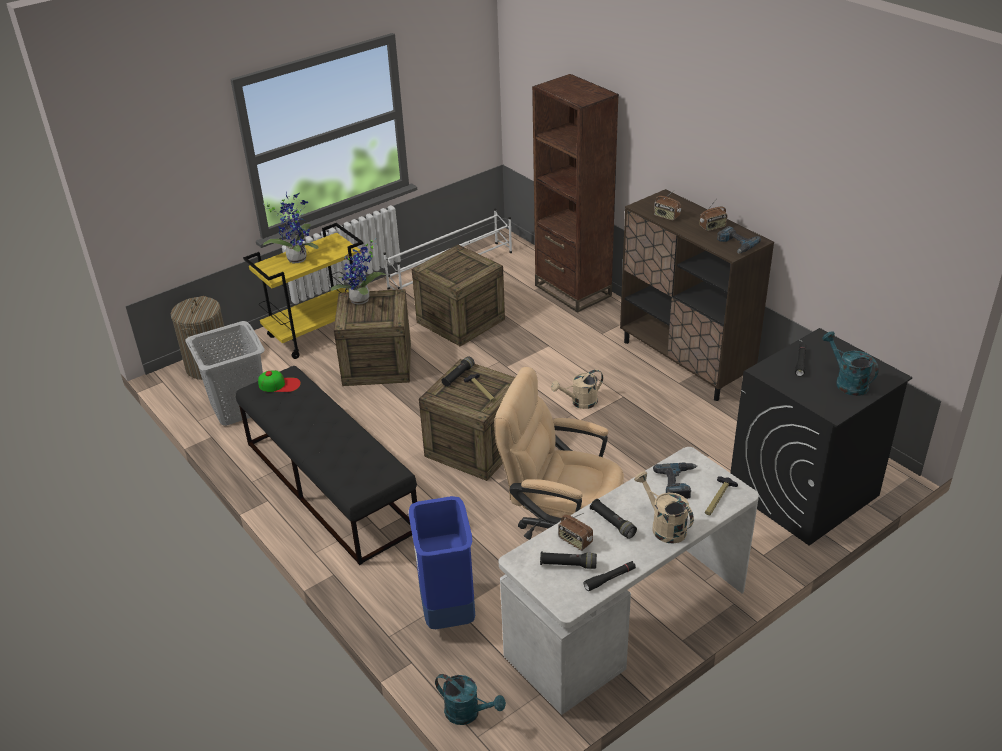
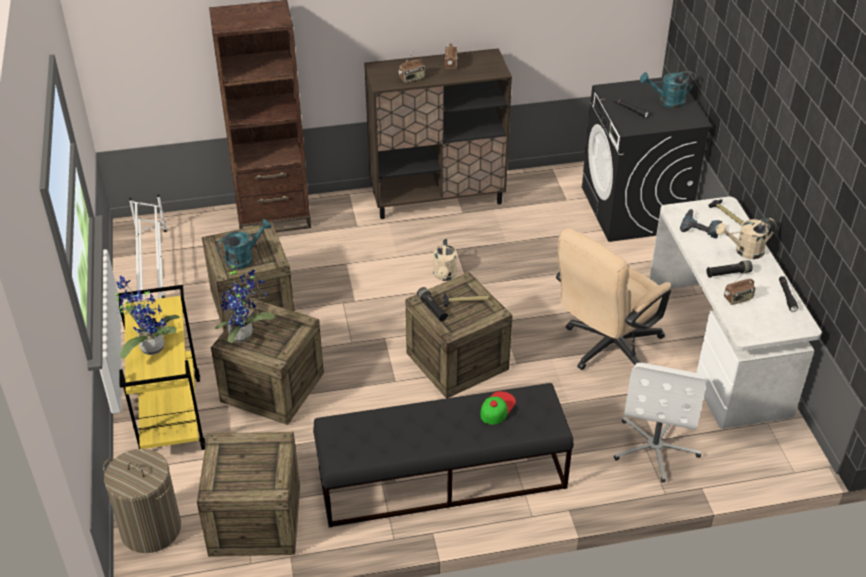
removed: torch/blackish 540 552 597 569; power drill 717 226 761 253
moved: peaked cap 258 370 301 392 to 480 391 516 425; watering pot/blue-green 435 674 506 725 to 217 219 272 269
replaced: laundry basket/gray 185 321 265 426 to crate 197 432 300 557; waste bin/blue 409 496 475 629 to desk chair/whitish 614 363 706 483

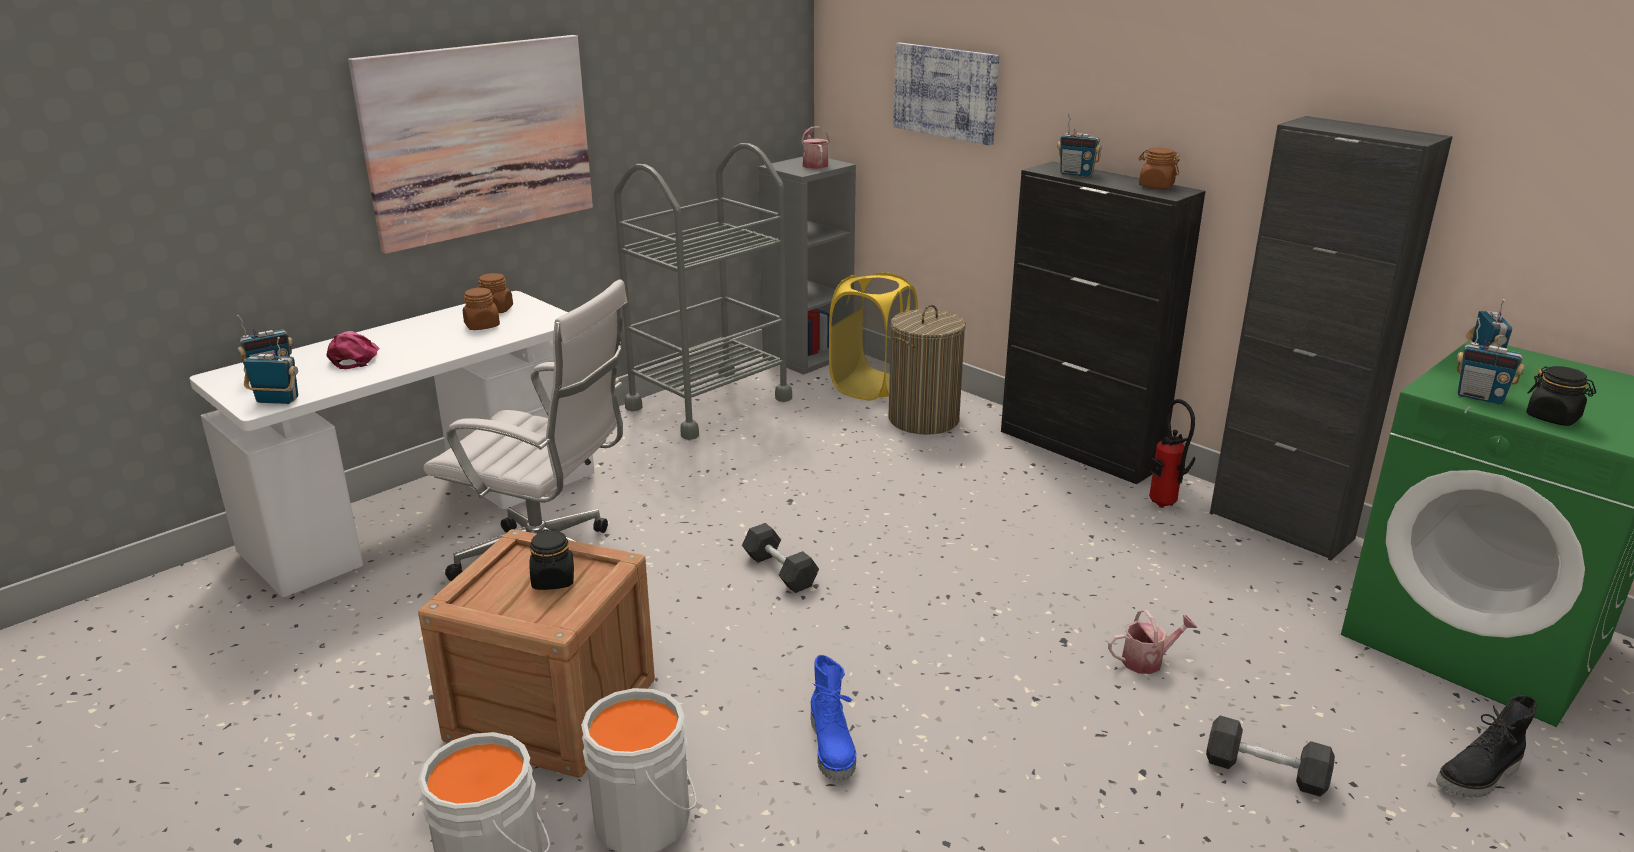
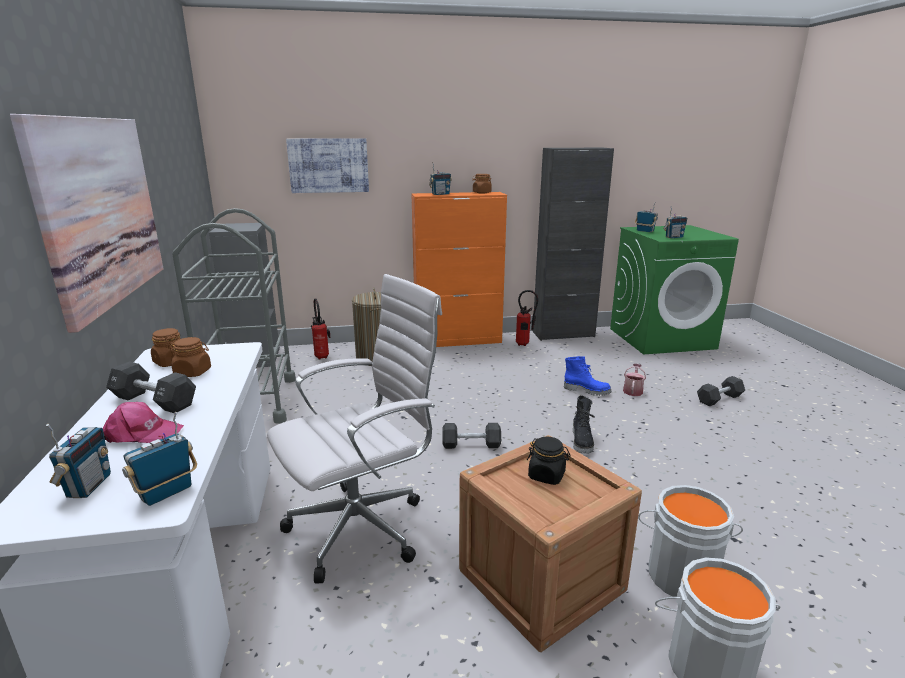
removed: watering pot 801 126 830 169; preserve jar/blackish 1526 366 1596 426
added: dumbbell/blackish 106 362 196 413
moved: tall boot/blue 811 655 856 781 to 564 356 611 396; tall boot/blackish 1436 696 1537 798 to 573 395 595 454
replaced: laundry basket/yellowish 829 272 918 401 to extinguisher 311 298 330 359
recoloured: storage cabinet/blackish 1001 161 1206 484 to storage cabinet/orange-coloured 411 192 507 347
turned: peaked cap/pinkish 327 331 379 369 = 103 402 184 443 150 degrees clockwise

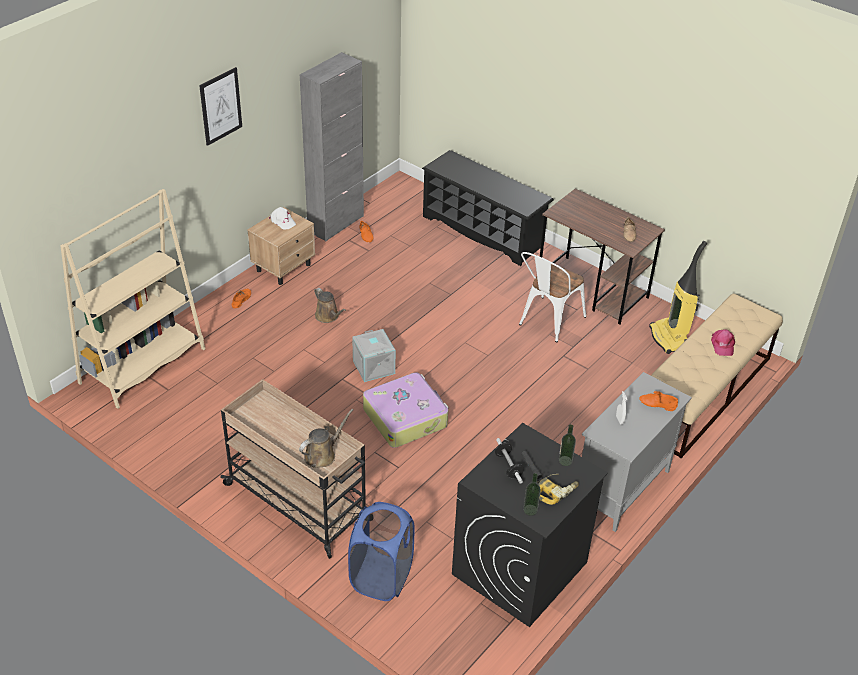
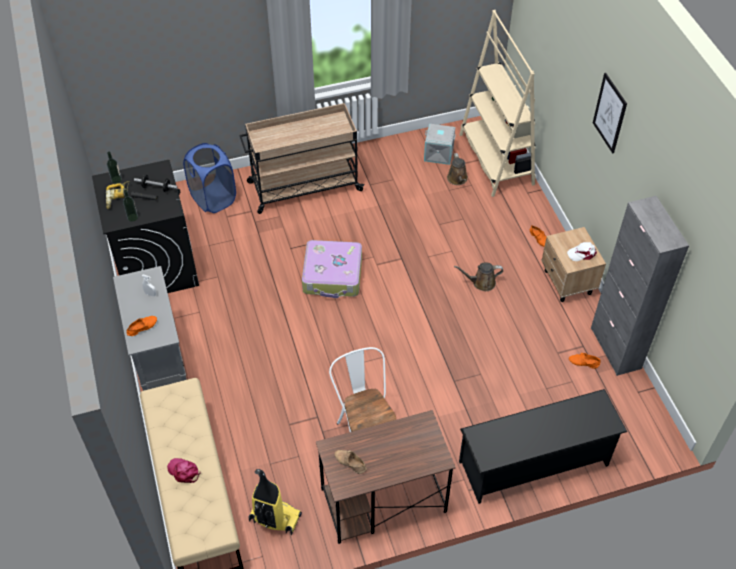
moved: watering pot/brown-coloured 299 409 354 468 to 447 153 468 185; storage box/gray 352 329 395 382 to 424 124 456 165

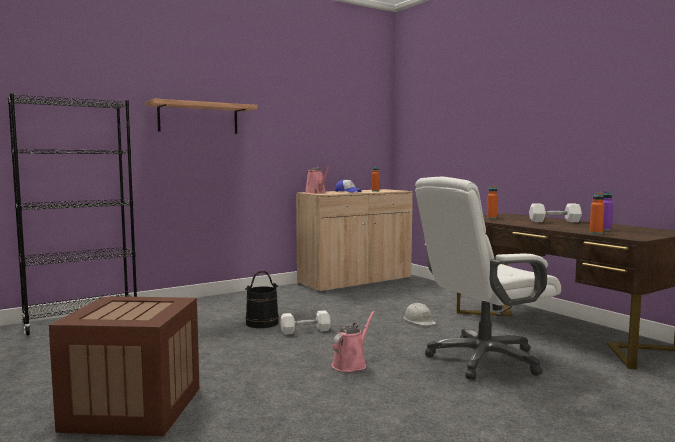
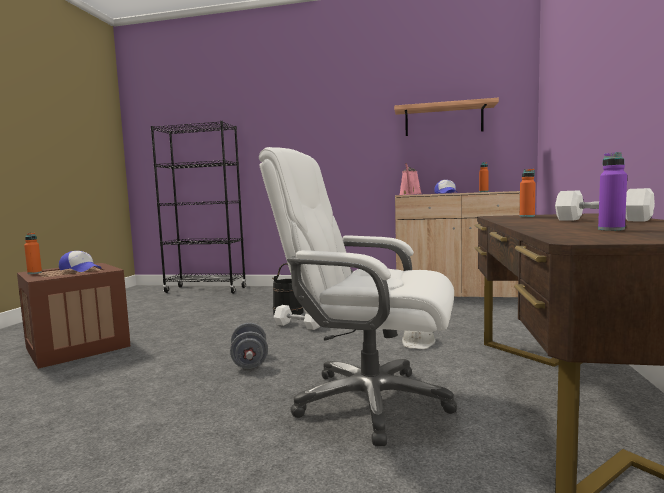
added: peaked cap 59 251 101 272
moved: bracket shelf 146 99 258 134 to 394 98 499 136; beverage bottle/orange-coloured 590 193 604 234 to 24 233 42 274
replaced: watering pot/pinkish 331 311 375 372 to dumbbell/gray 230 323 268 369

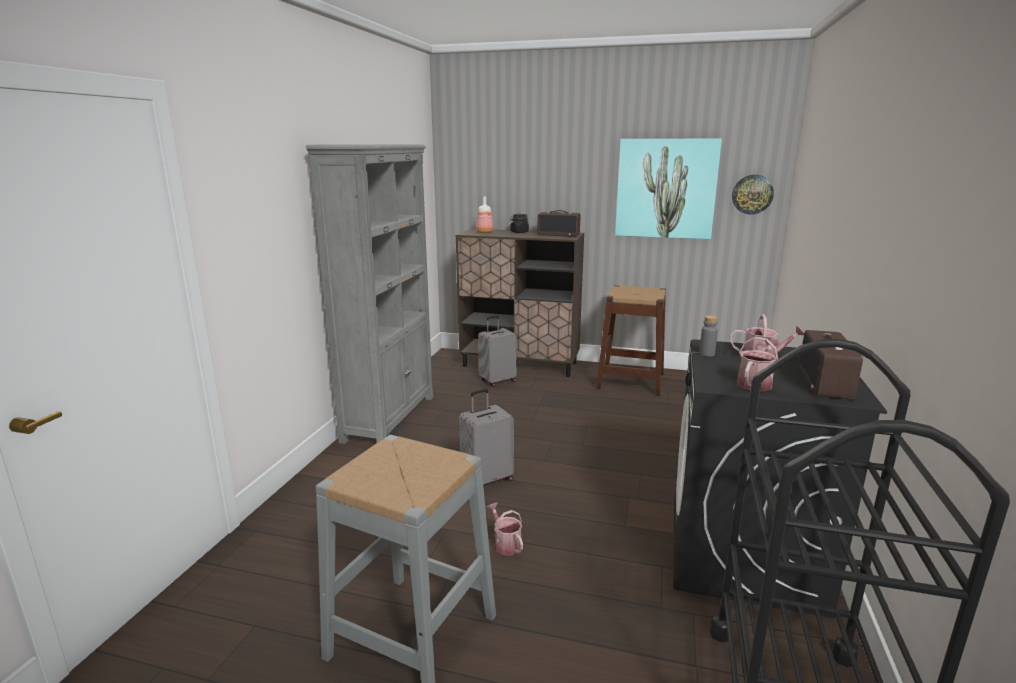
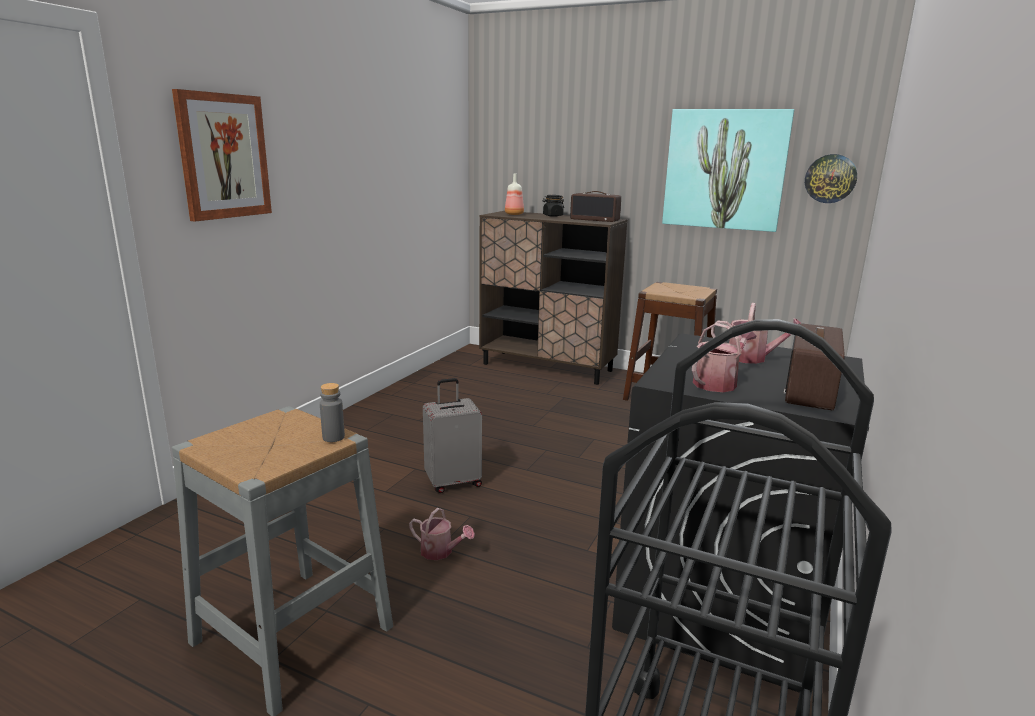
removed: bookshelf/gray 306 144 433 444; suitcase/gray 478 316 517 387
added: wall picture 172 89 272 222
moved: beverage bottle/gray 699 315 718 357 to 320 383 345 442
turned: watering pot 487 502 523 556 = 409 508 475 560 135 degrees clockwise

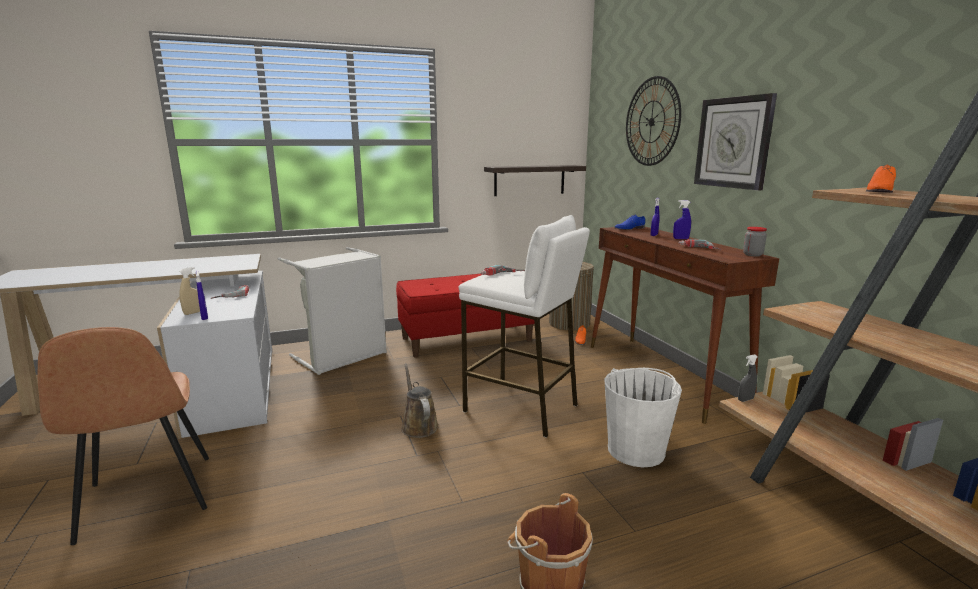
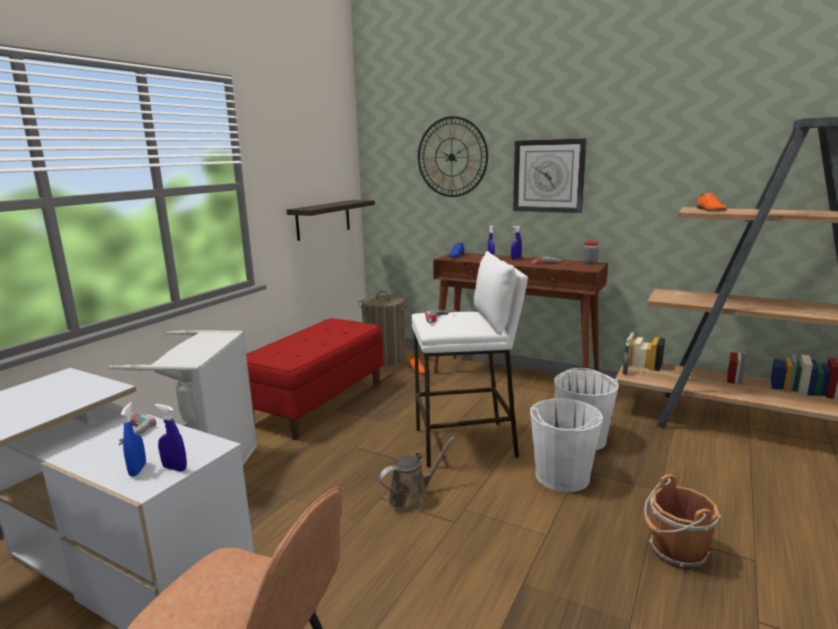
added: pail/whitish 530 398 603 492
recoloured: spray bottle/beige 179 267 200 315 to spray bottle/blue 120 402 146 476
turned: watering pot/brown-coloured 401 363 439 438 = 379 437 455 511 120 degrees clockwise

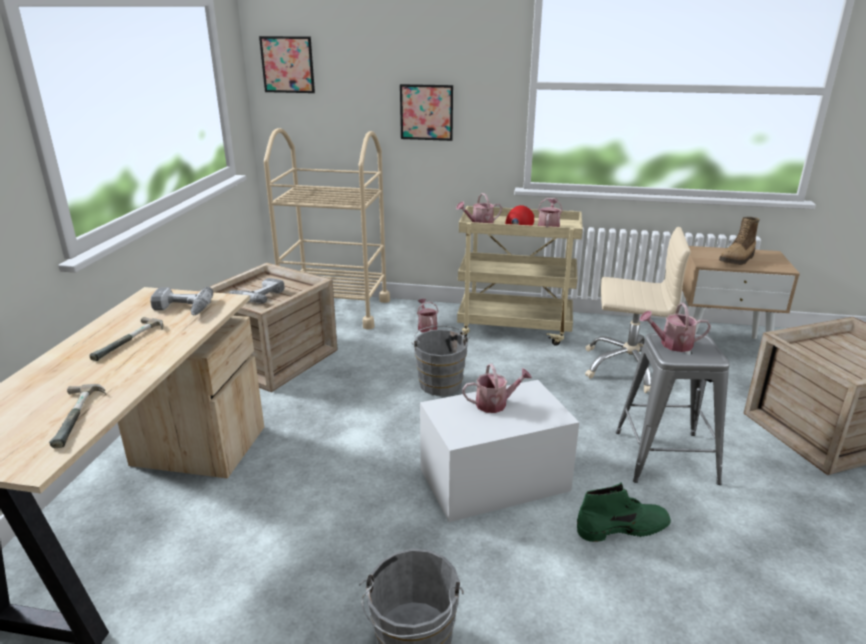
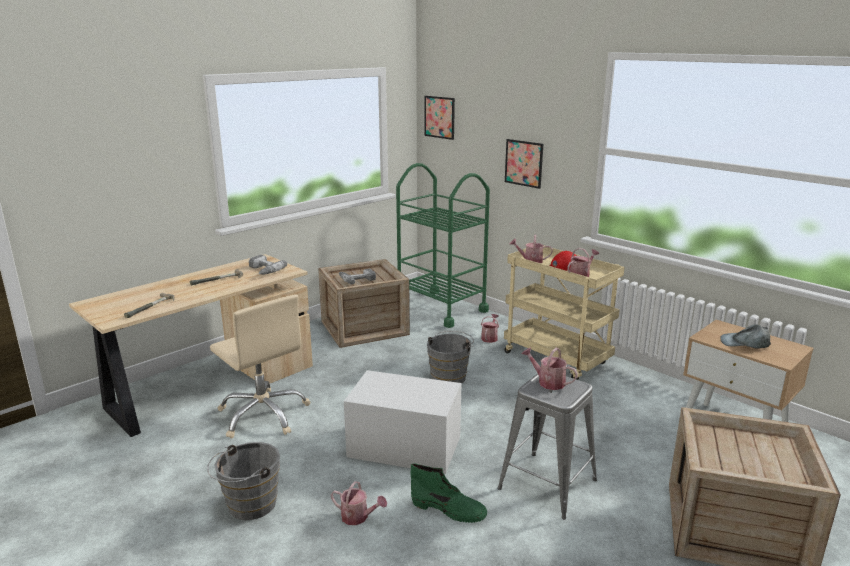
moved: watering pot 462 364 532 413 to 330 481 387 525; desk chair/beige 585 227 691 393 to 210 294 310 438
replaced: tall boot 719 217 760 265 to peaked cap/gray 720 324 771 349
recoloured: cart/beige 264 128 390 329 to cart/green-coloured 396 163 490 328

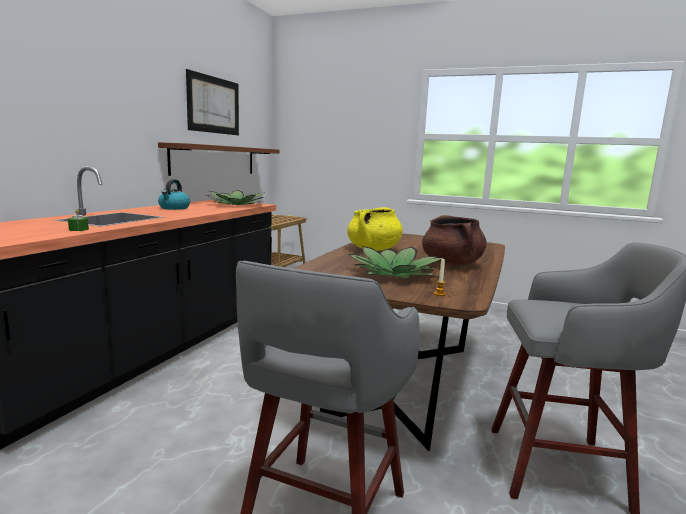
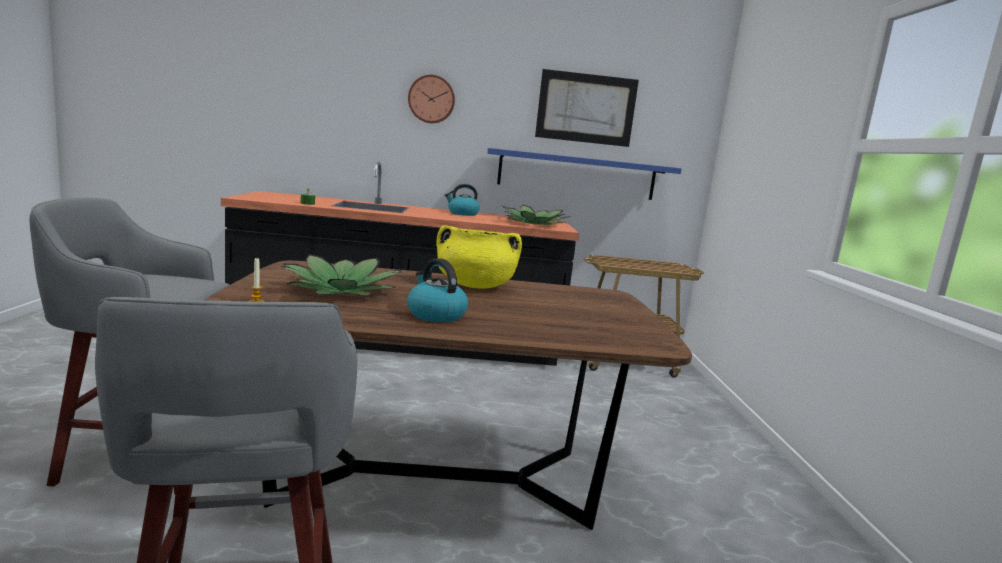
added: wall clock 408 75 455 123
replaced: cooking pot/brown-coloured 422 215 487 266 to tea kettle 407 258 468 322
recoloured: bracket shelf/brown-coloured 158 142 280 176 to bracket shelf/blue 487 148 682 200

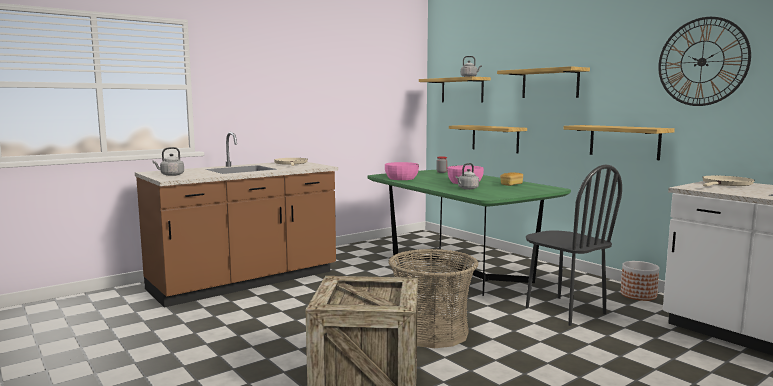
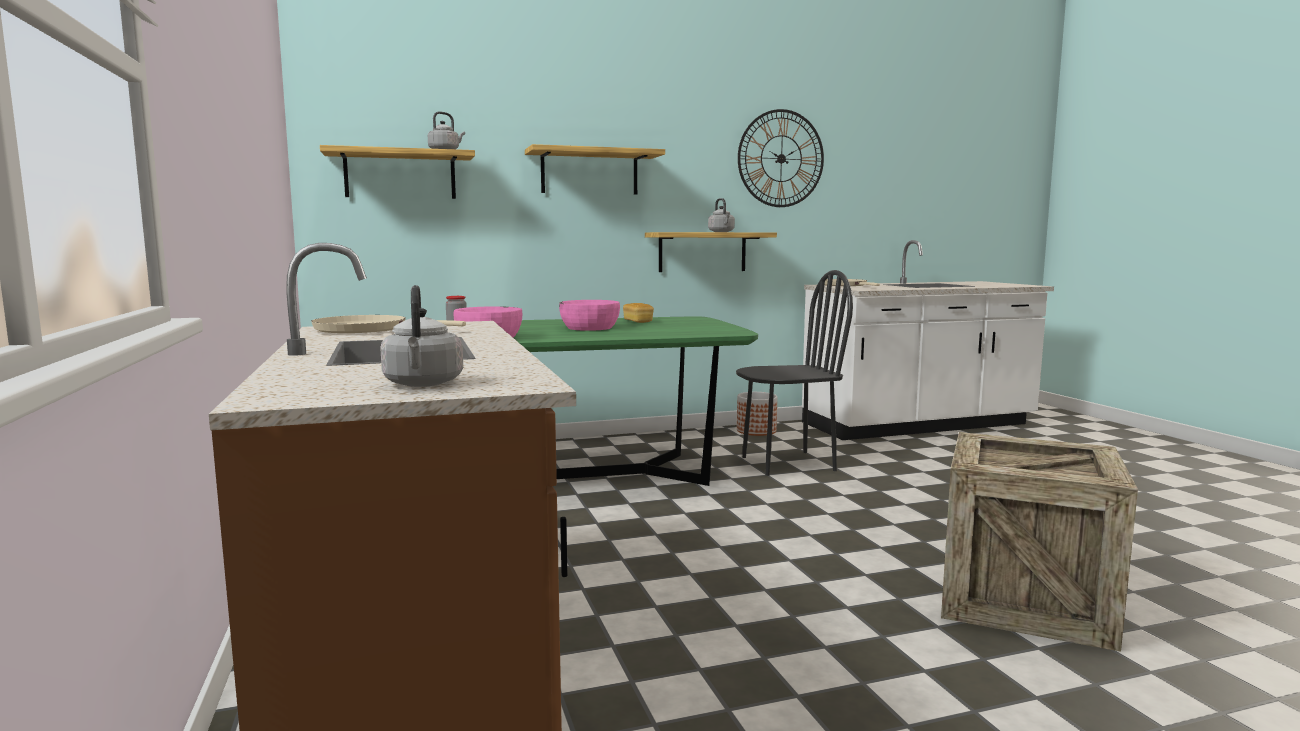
removed: storage basket 389 249 479 348; bracket shelf 449 125 527 153
moved: tea kettle/gray 456 163 479 190 to 708 198 735 232

